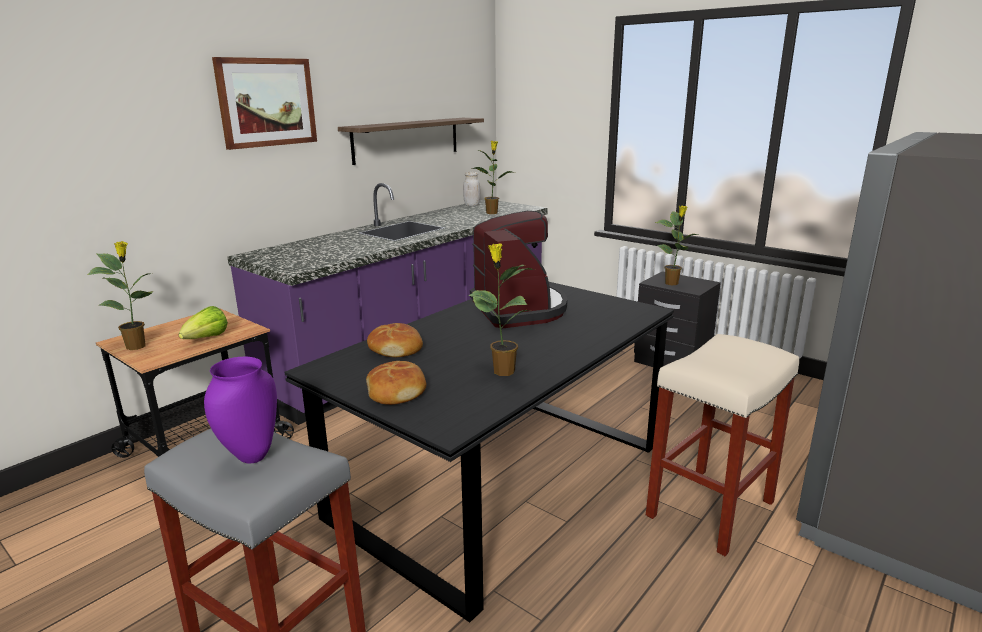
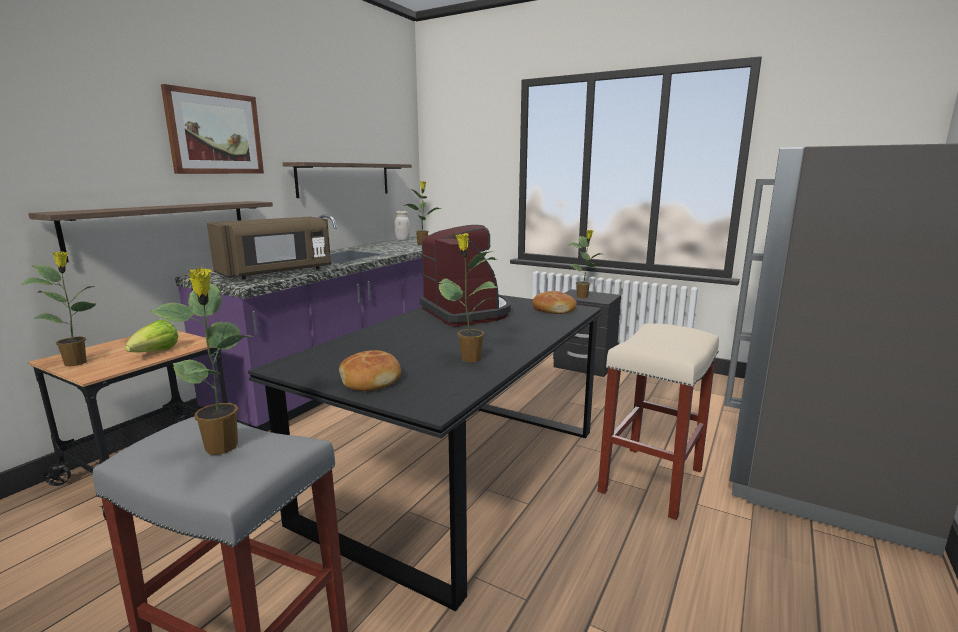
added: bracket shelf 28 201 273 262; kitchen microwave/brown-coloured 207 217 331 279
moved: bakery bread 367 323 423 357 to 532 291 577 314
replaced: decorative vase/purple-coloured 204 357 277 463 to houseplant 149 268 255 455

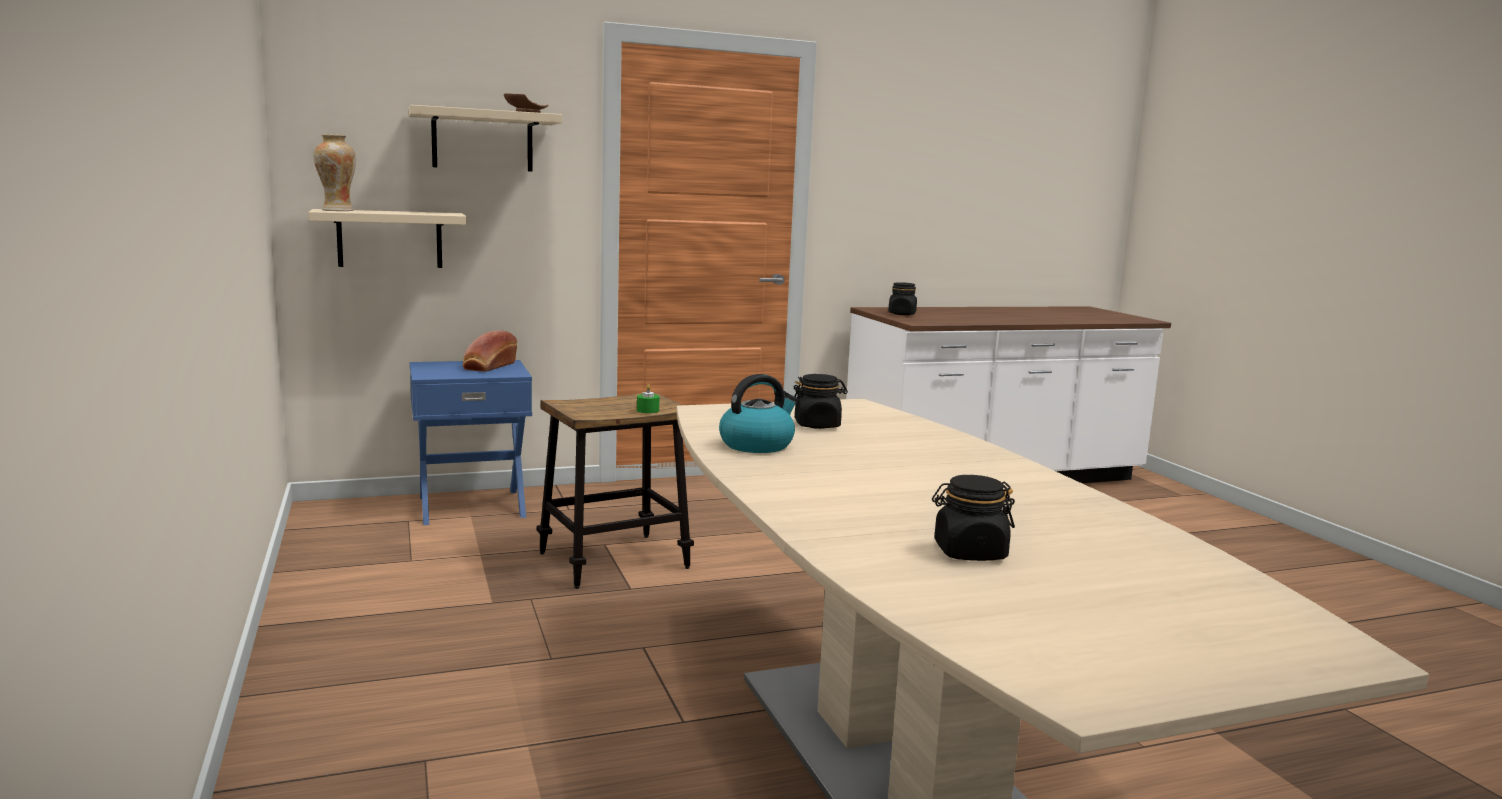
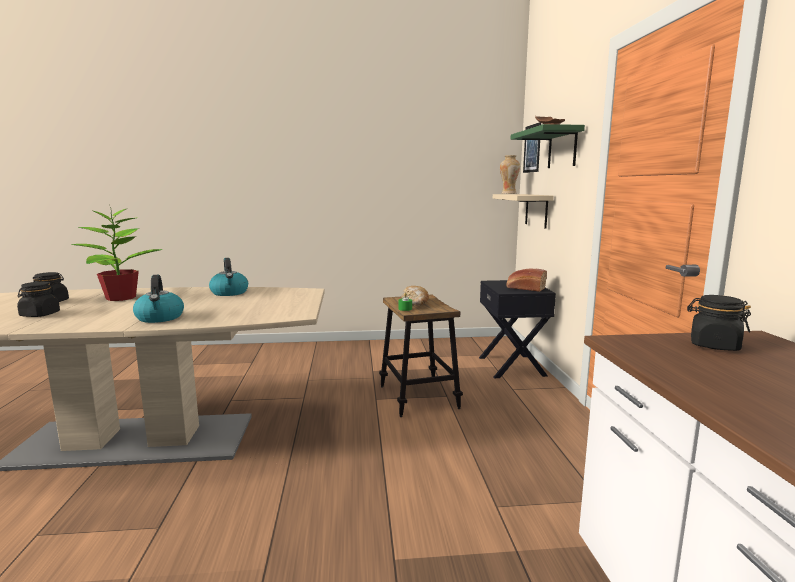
added: houseplant 71 207 163 301; tea kettle 133 275 184 323; bakery bread 401 286 429 305; wall picture 523 122 541 173
moved: preserve jar/blackish 794 374 848 429 to 17 282 60 317
recoloured: bracket shelf/beige 409 105 562 172 to bracket shelf/green-coloured 511 124 585 168; nightstand/blue 410 360 532 525 to nightstand/blackish 479 280 556 378

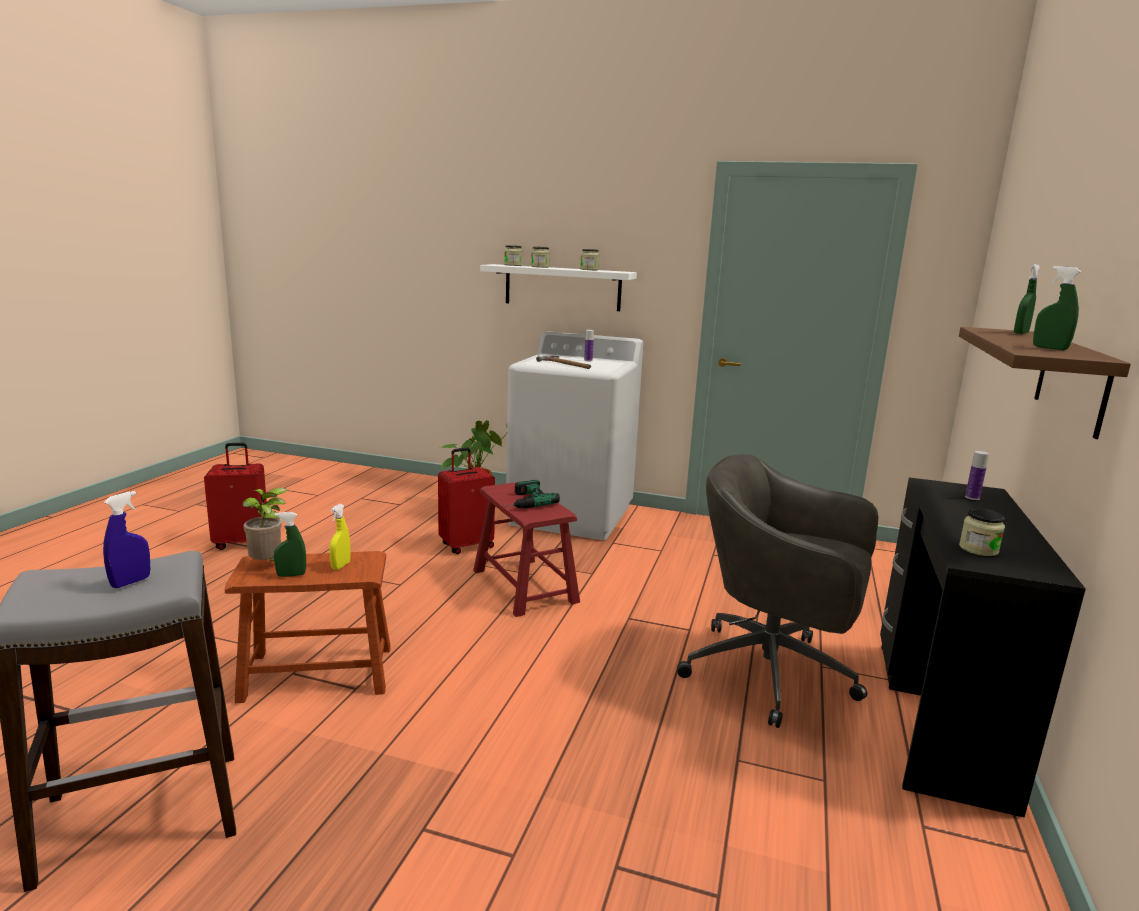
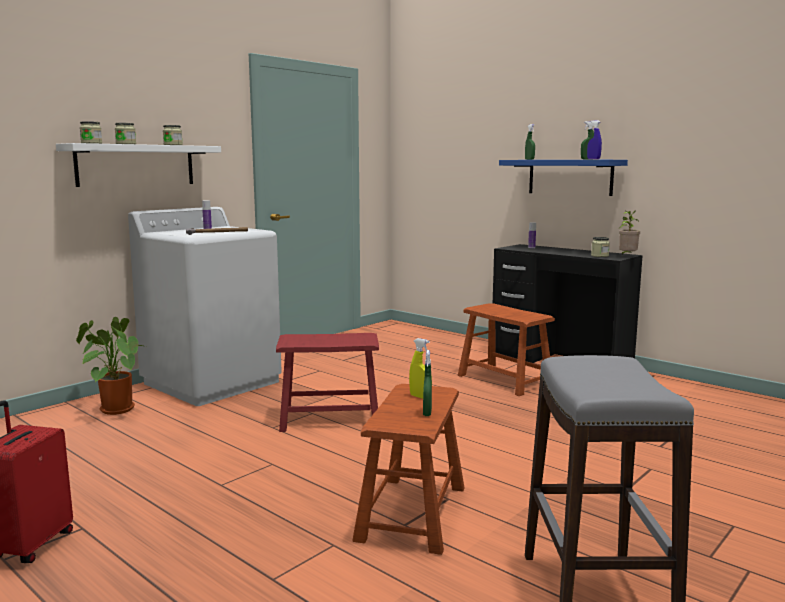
removed: suitcase/red-coloured 438 448 495 554; power drill 503 480 560 508
moved: spray bottle/blue 103 491 150 588 to 587 120 602 159; houseplant 243 488 288 561 to 619 210 640 255
replaced: desk chair/gray 677 454 878 728 to sitting stool/brown-coloured 458 303 555 396
recoloured: bracket shelf/brown-coloured 959 327 1131 439 to bracket shelf/blue 499 160 628 196

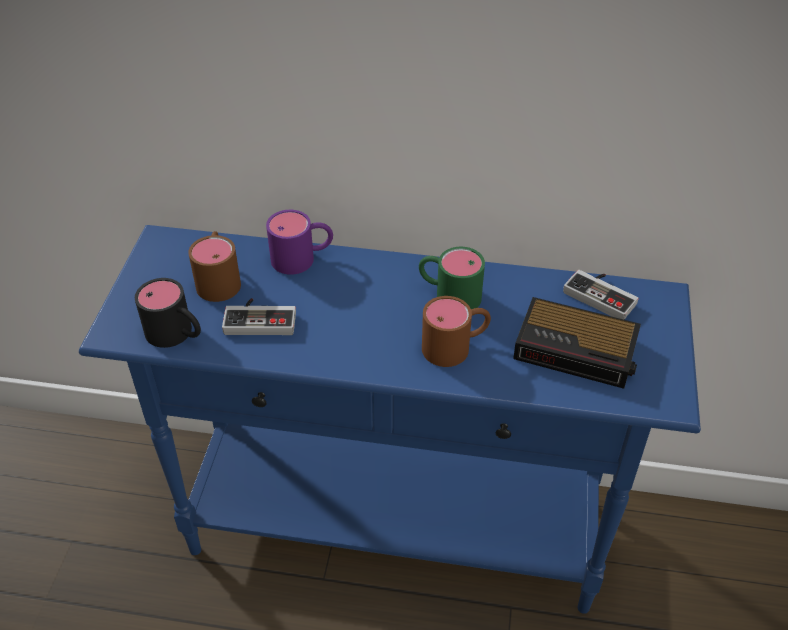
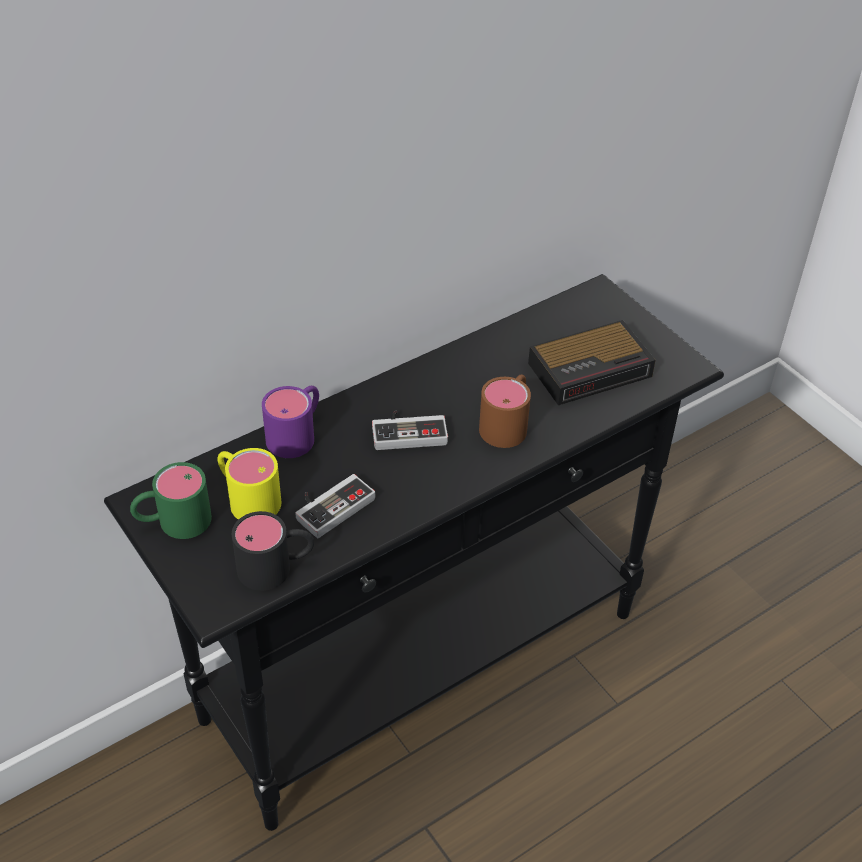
moved: tea mug/green-coloured 419 247 485 309 to 130 462 212 539; game controller 563 270 639 320 to 372 410 448 450
recoloured: hall table/blue 79 225 701 614 to hall table/blackish 104 274 724 831; tea mug/brown-coloured 188 231 241 302 to tea mug/yellowish 218 448 281 520

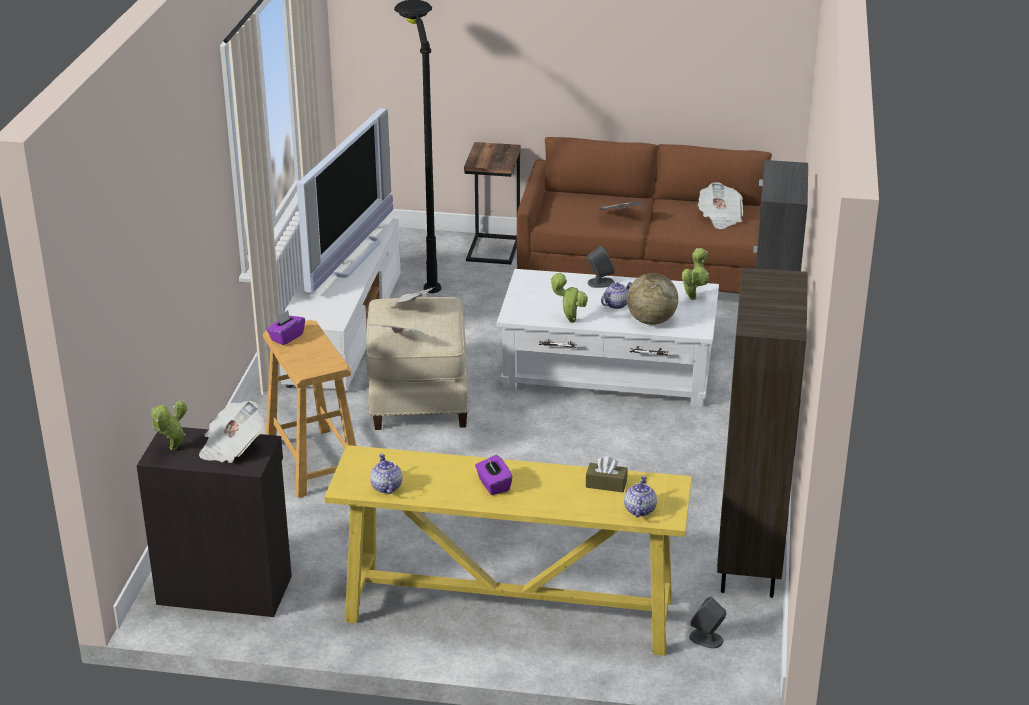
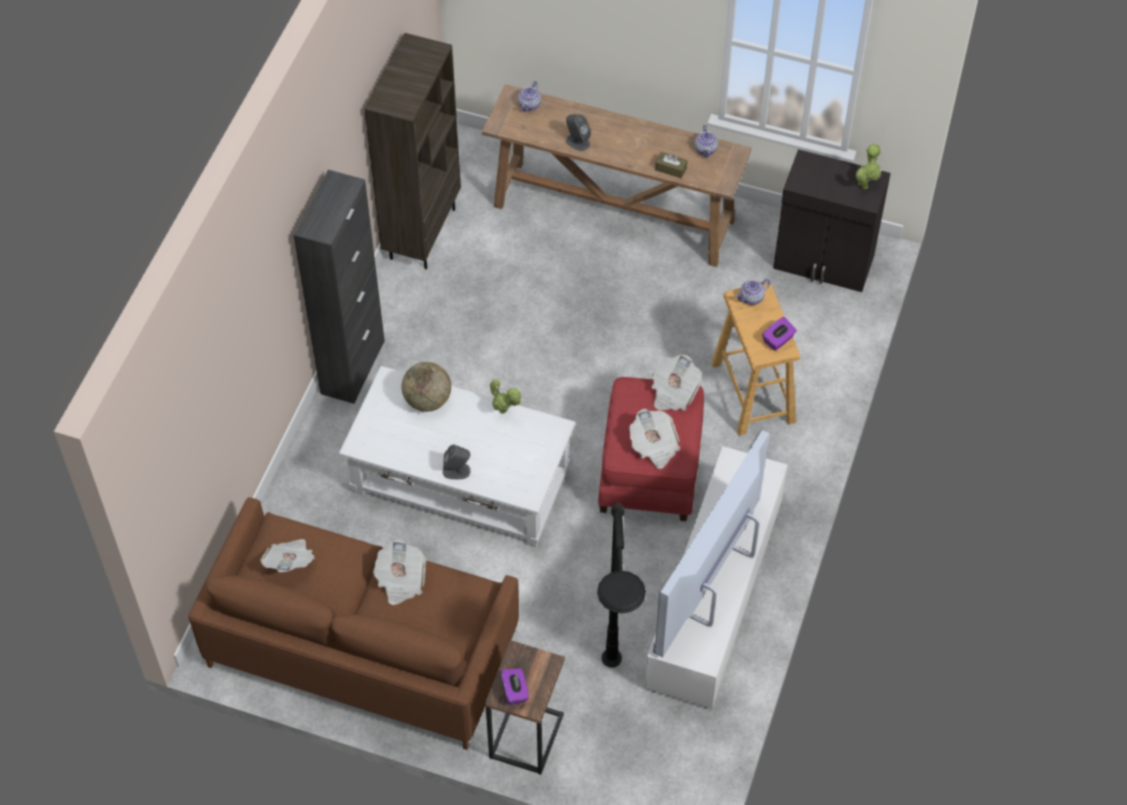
removed: printed paper 199 401 264 463; houseplant 682 248 709 300
moved: box of tissues/purple-coloured 475 455 512 495 to 501 668 529 705; box of tissues/brown-coloured 586 456 628 492 to 655 152 688 178; teapot 601 282 633 309 to 735 279 770 305; speaker/gray 690 597 726 649 to 566 114 591 151
recoloured: hall table/yellowish 324 445 692 656 to hall table/brown-coloured 482 84 752 267; ottoman/beige 366 297 469 430 to ottoman/red-coloured 598 377 704 521

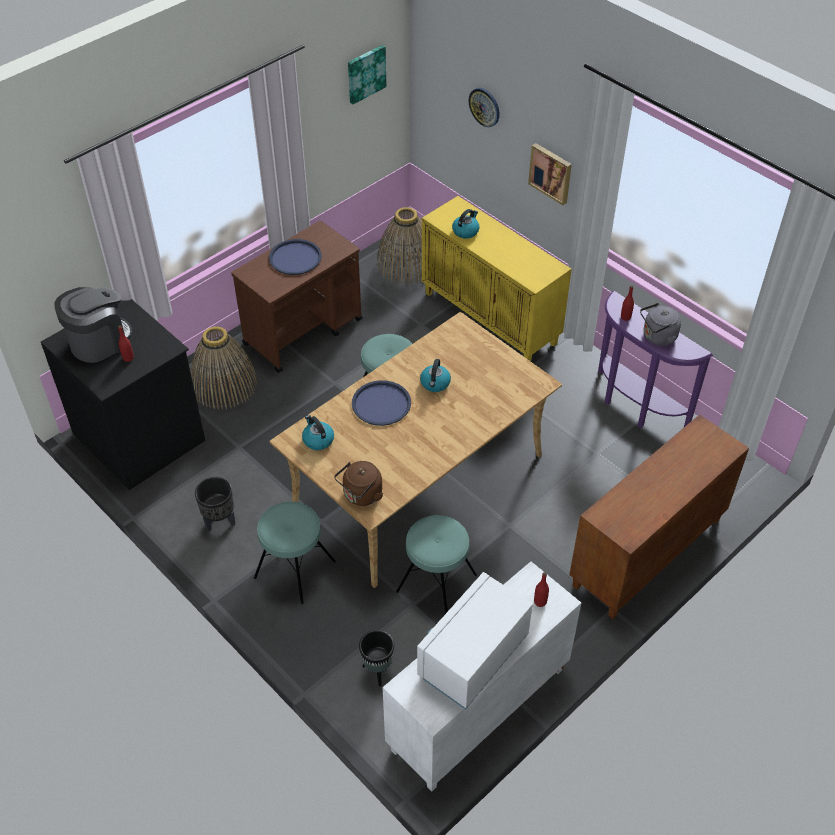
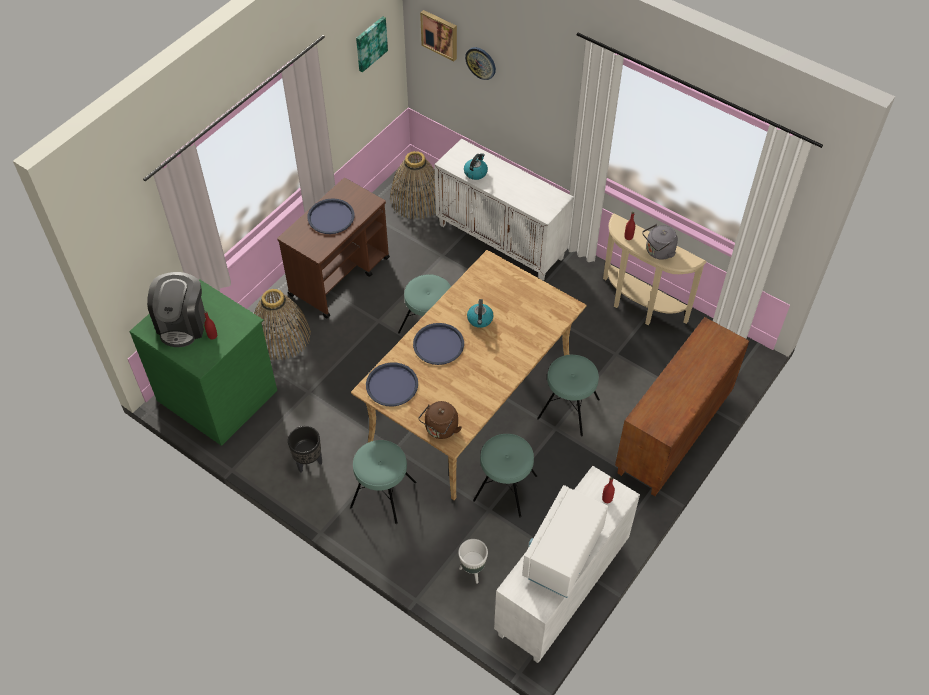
added: sitting stool/blue-green 537 355 600 436
moved: wall picture 528 143 572 205 to 420 10 457 61
replaced: tea kettle 302 415 334 450 to serving tray/blue 366 362 418 406
recoloured: dresser/blackish 41 299 205 490 to dresser/green-coloured 129 280 277 446; plant pot/blackish 359 630 394 686 to plant pot/whitish 458 539 488 584; storage cabinet/yellowish 422 196 572 361 to storage cabinet/whitish 434 139 574 281; hall table/purple-coloured 598 291 713 428 to hall table/beige 603 213 707 325
turned: coffee maker 55 287 132 363 = 147 272 205 347 150 degrees clockwise

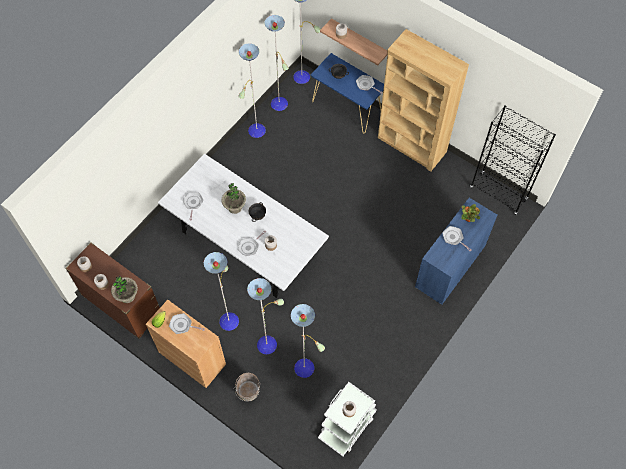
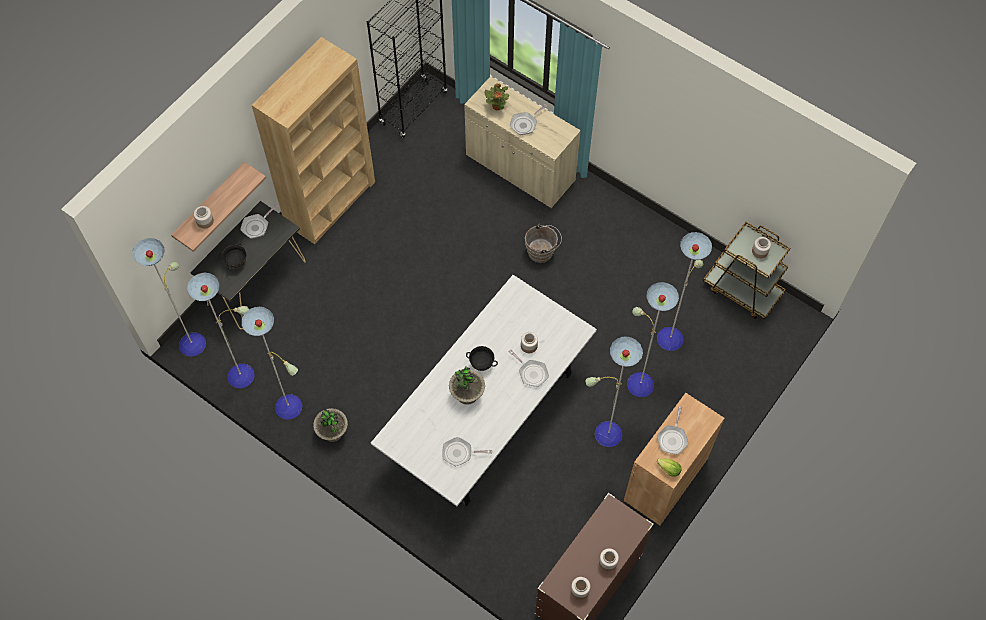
moved: houseplant 111 276 138 303 to 313 408 348 442; pail/brown-coloured 233 373 261 401 to 525 224 562 263
recoloured: hall table/blue 310 53 384 133 to hall table/blackish 190 201 306 329; cart/whitish 318 382 377 456 to cart/brown-coloured 703 222 790 319; storage cabinet/blue 415 198 498 305 to storage cabinet/beige 464 76 581 208

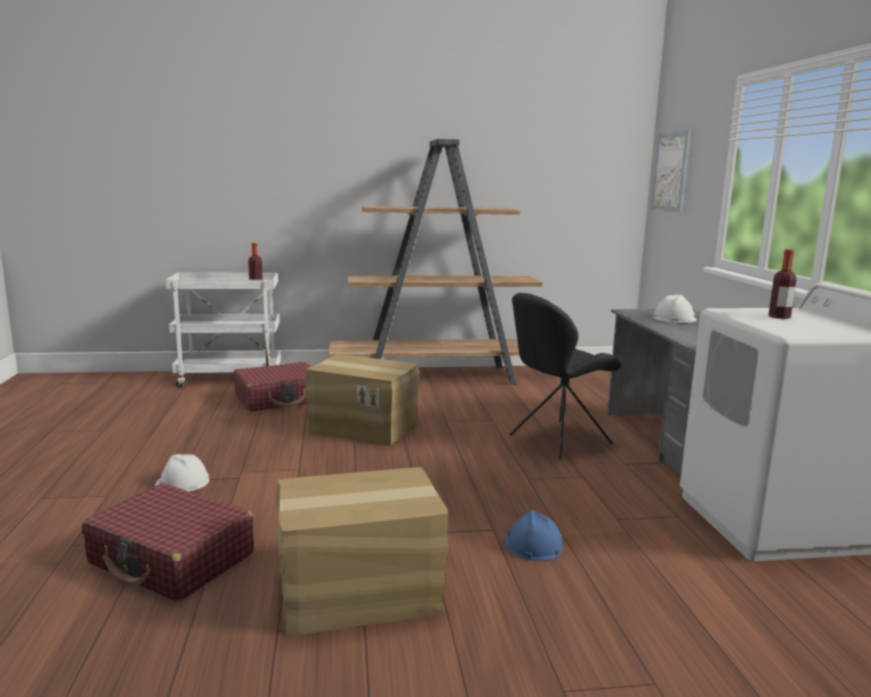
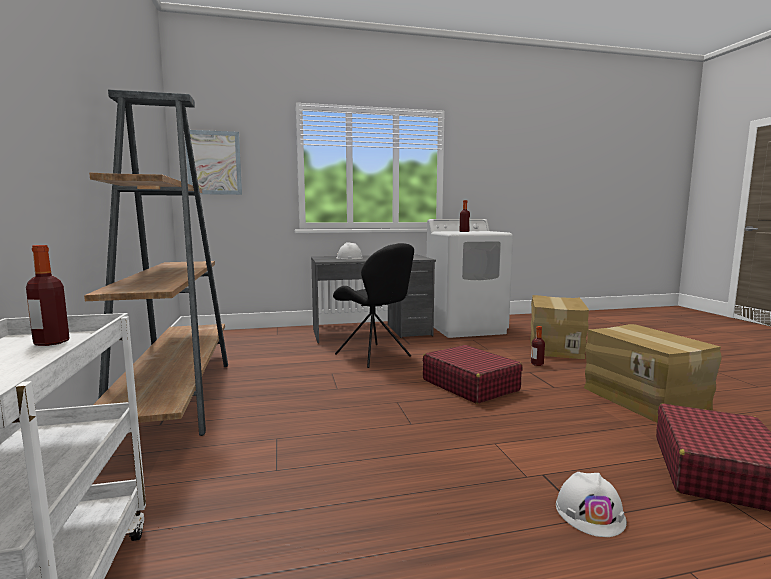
moved: suitcase/red-coloured 234 362 311 411 to 423 345 523 404; cardboard box 305 354 420 446 to 530 295 589 359
replaced: hard hat/blue 505 510 563 561 to beverage bottle 531 326 545 366

